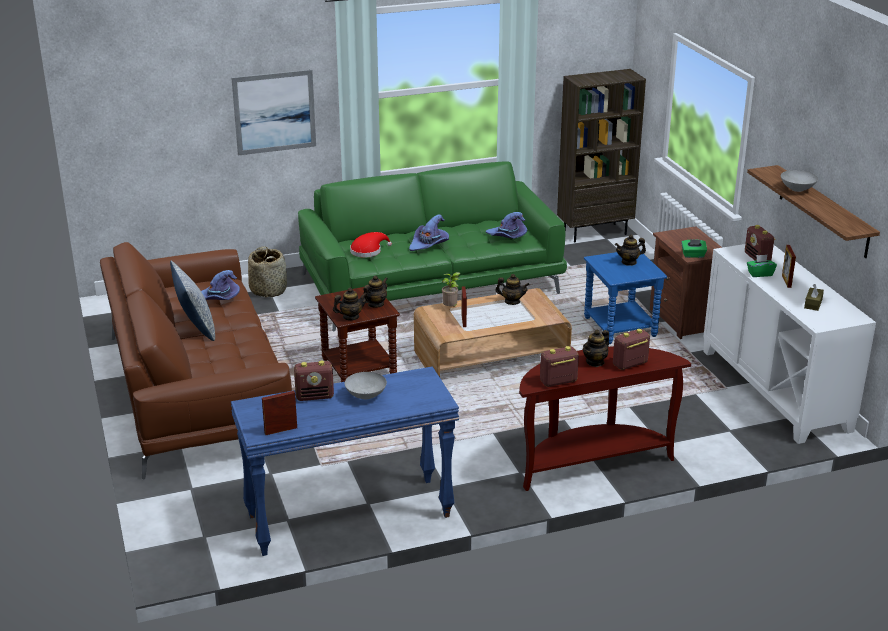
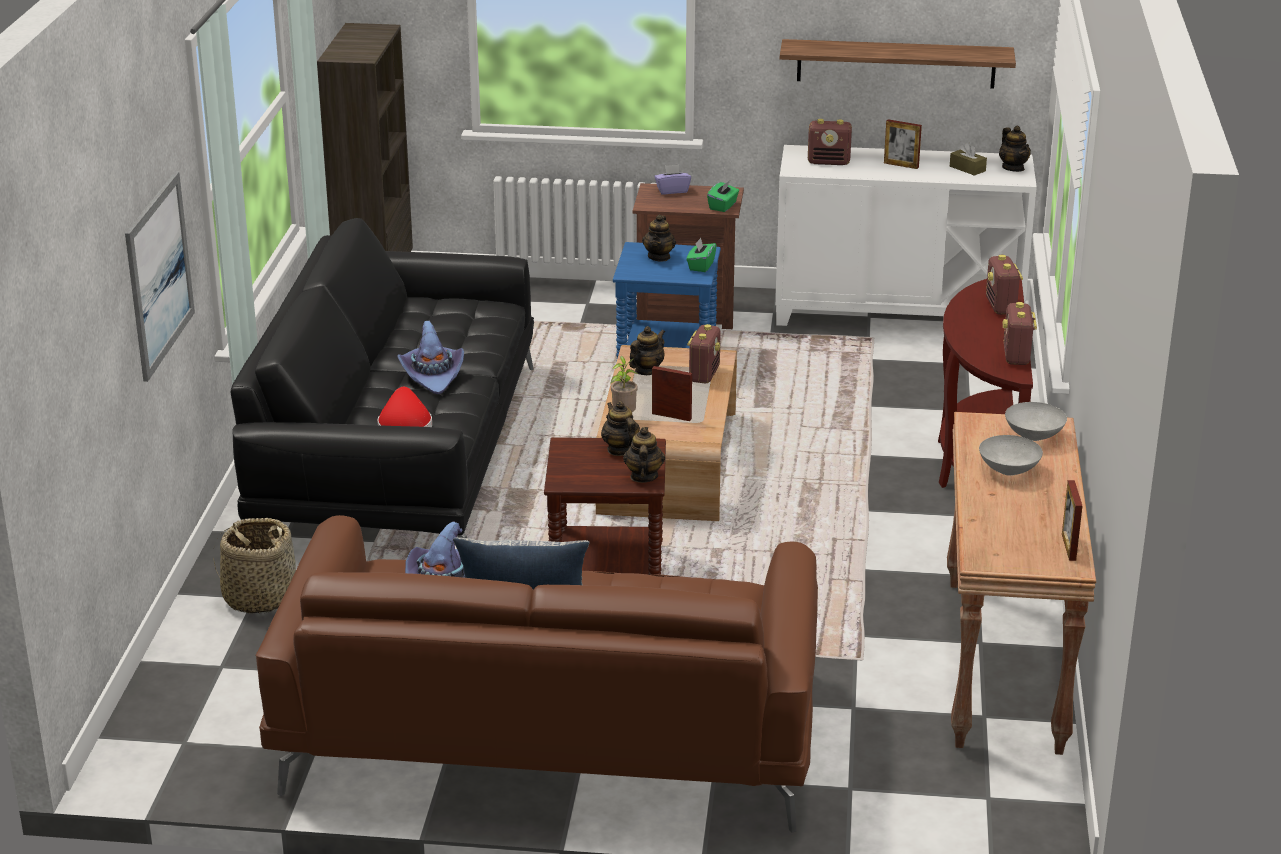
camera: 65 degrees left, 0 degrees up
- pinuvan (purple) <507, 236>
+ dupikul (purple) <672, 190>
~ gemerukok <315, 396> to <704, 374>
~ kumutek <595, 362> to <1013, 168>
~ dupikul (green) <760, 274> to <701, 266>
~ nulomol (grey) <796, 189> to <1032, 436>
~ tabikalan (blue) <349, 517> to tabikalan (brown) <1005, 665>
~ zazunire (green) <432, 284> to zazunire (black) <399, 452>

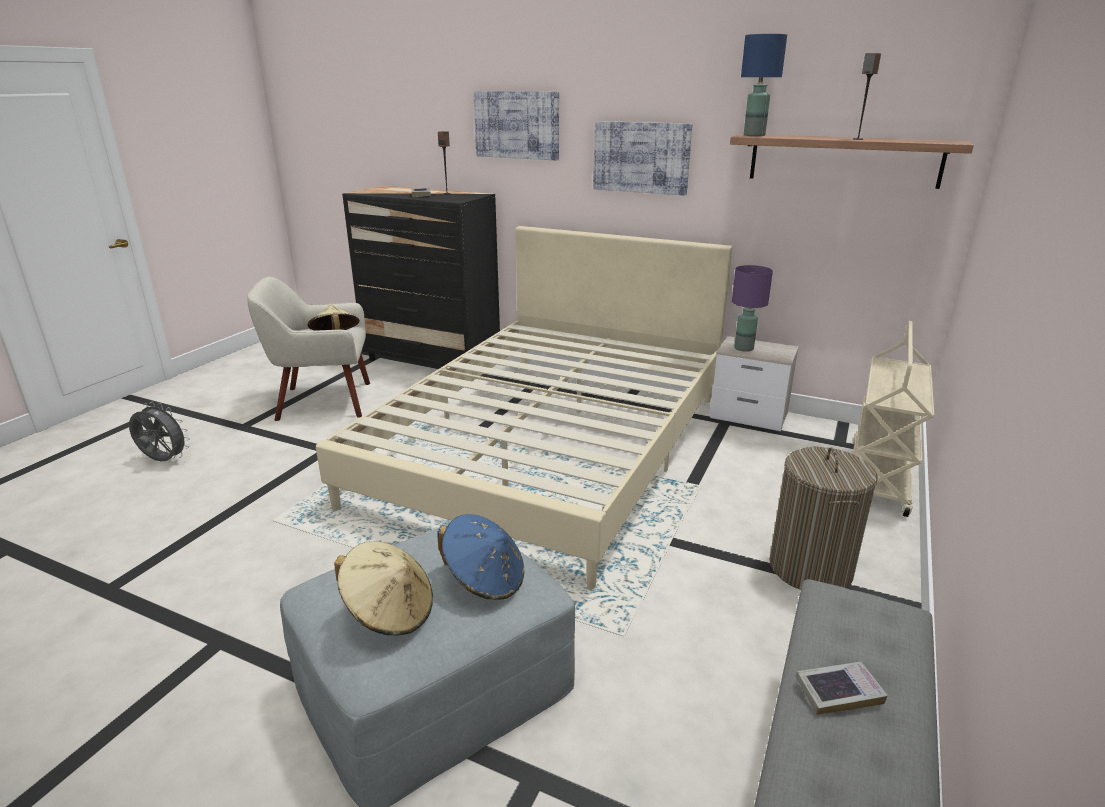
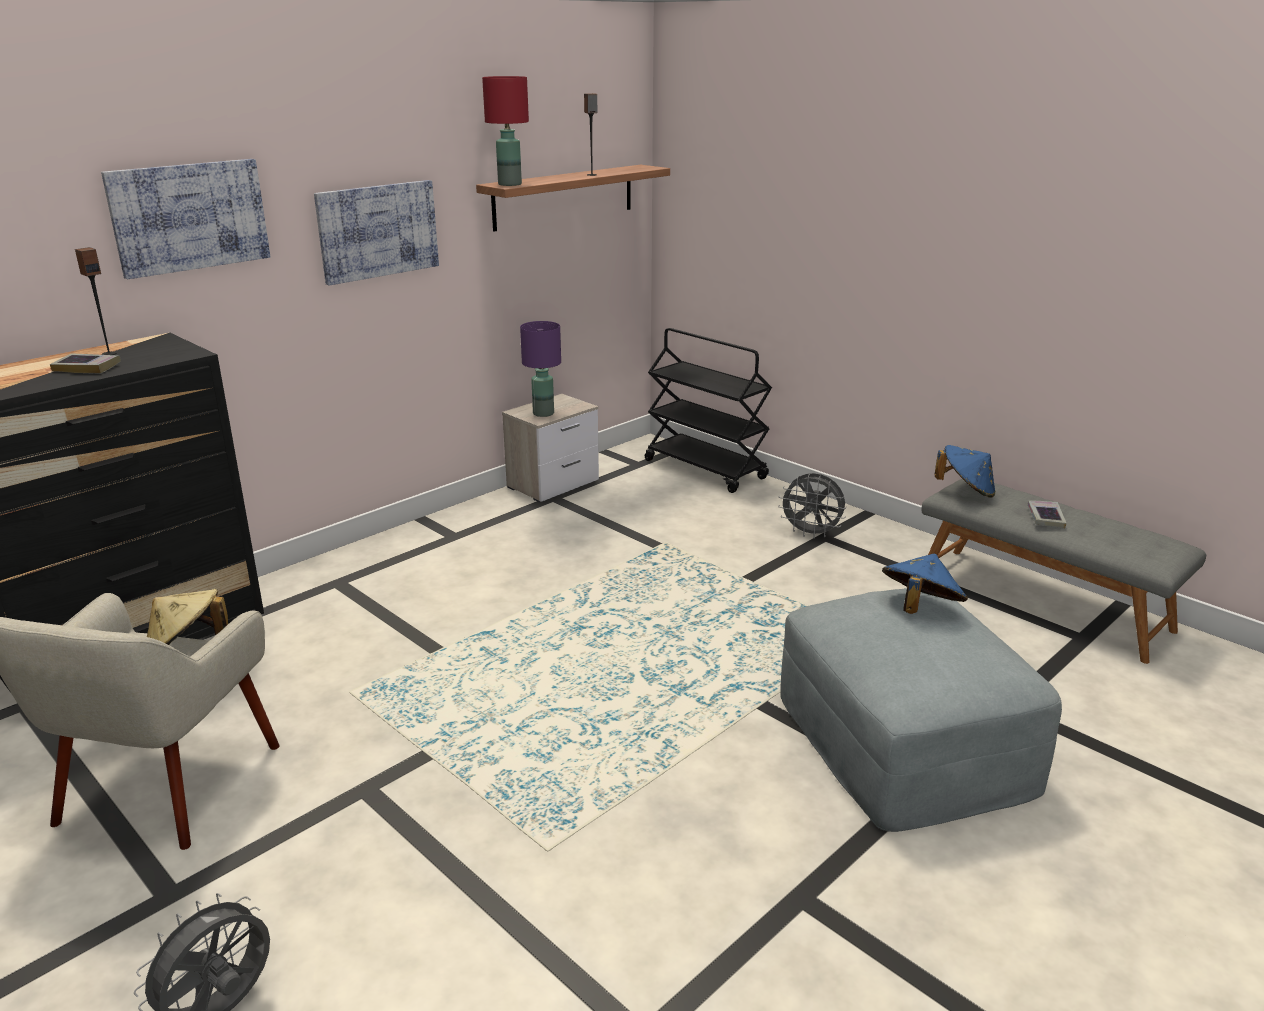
camera: 70 degrees left, 0 degrees up
- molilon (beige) <550, 447>
- pinuvan (beige) <389, 612>
+ pinuvan (blue) <966, 490>
~ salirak <810, 568> to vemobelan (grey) <811, 533>
~ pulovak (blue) <755, 135> to pulovak (red) <510, 184>
~ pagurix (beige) <878, 479> to pagurix (black) <706, 469>

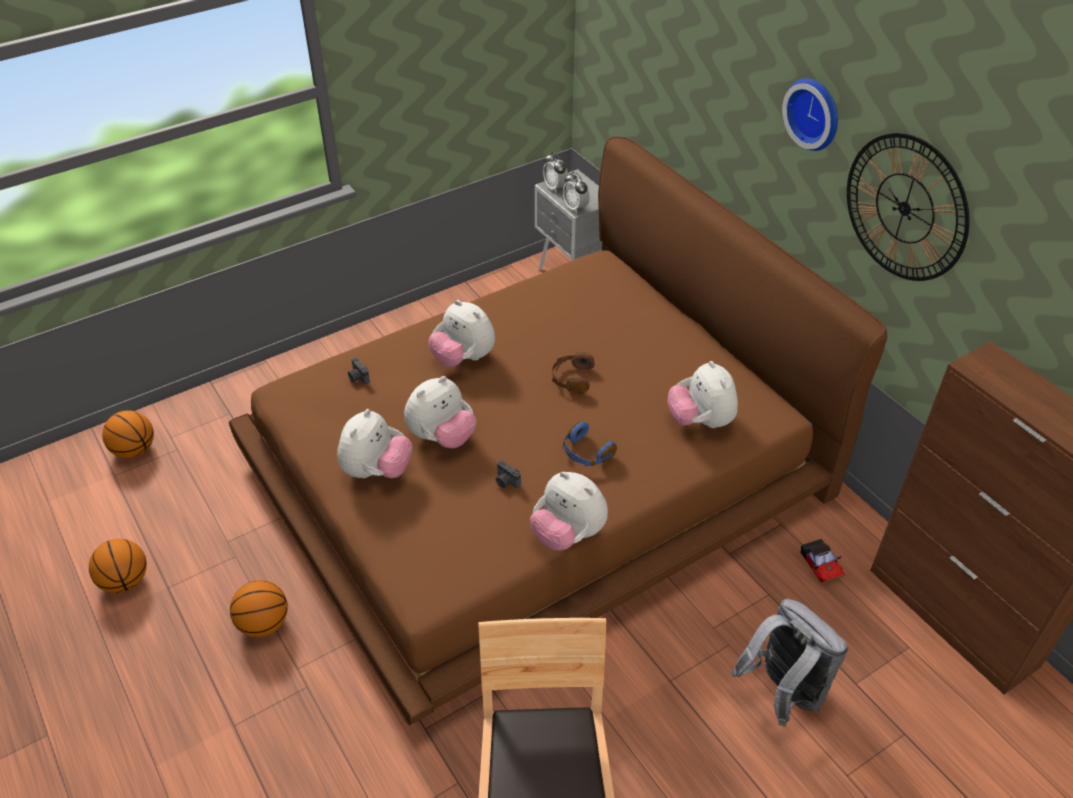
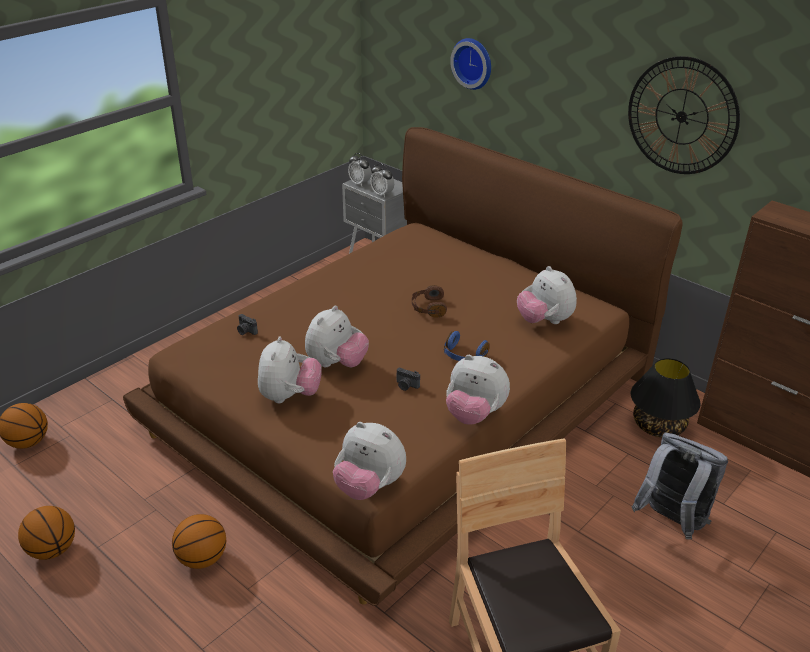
camera: 15 degrees left, 10 degrees down
~ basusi <463, 358> to <369, 486>
~ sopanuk <815, 113> to <473, 63>
~ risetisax <821, 564> to pulovak (black) <658, 425>

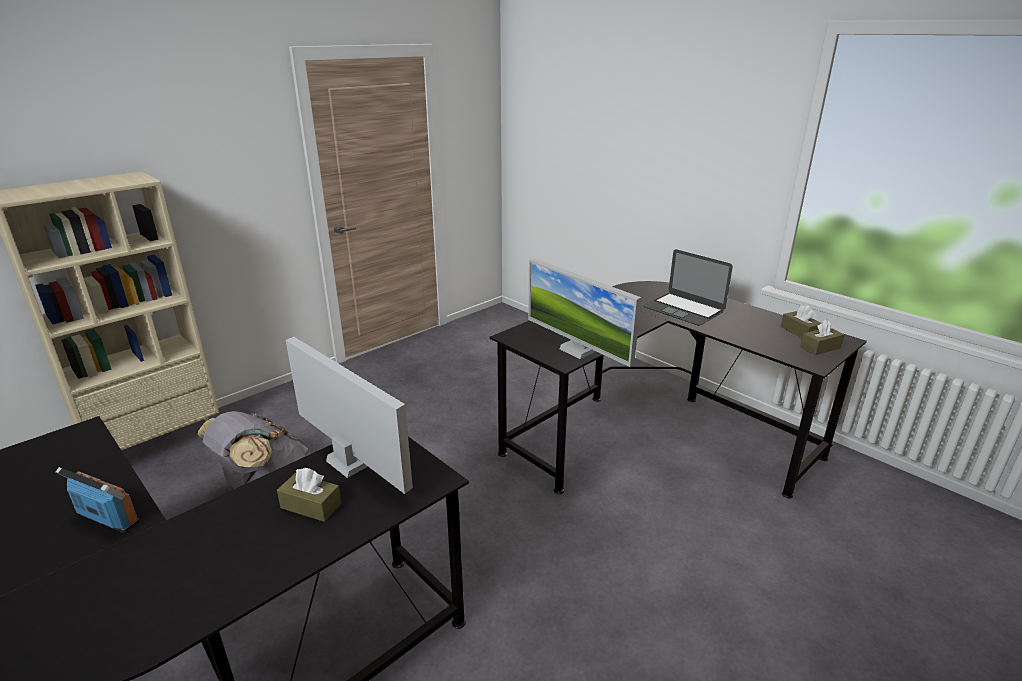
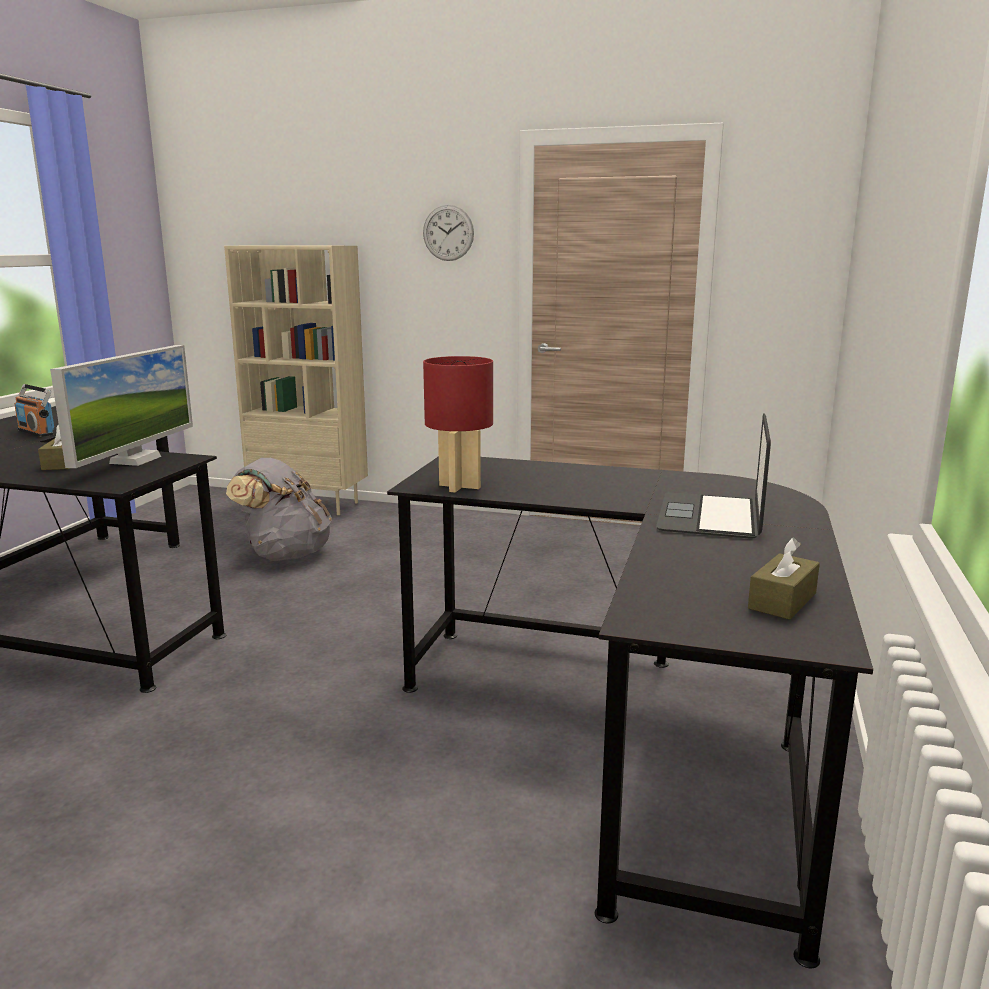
camera: 60 degrees right, 10 degrees down
- dupikul (brown) <820, 348>
+ sopanuk <448, 233>
~ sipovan <578, 350> to pulovak (red) <459, 486>
~ gemerukok <108, 519> = <36, 432> 135 degrees clockwise

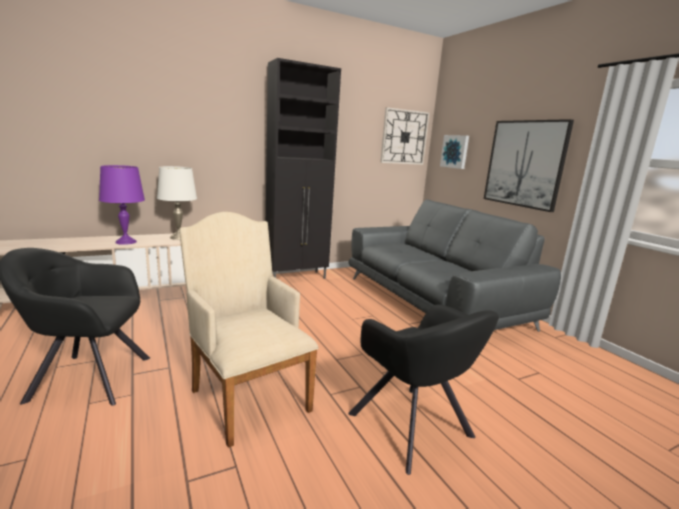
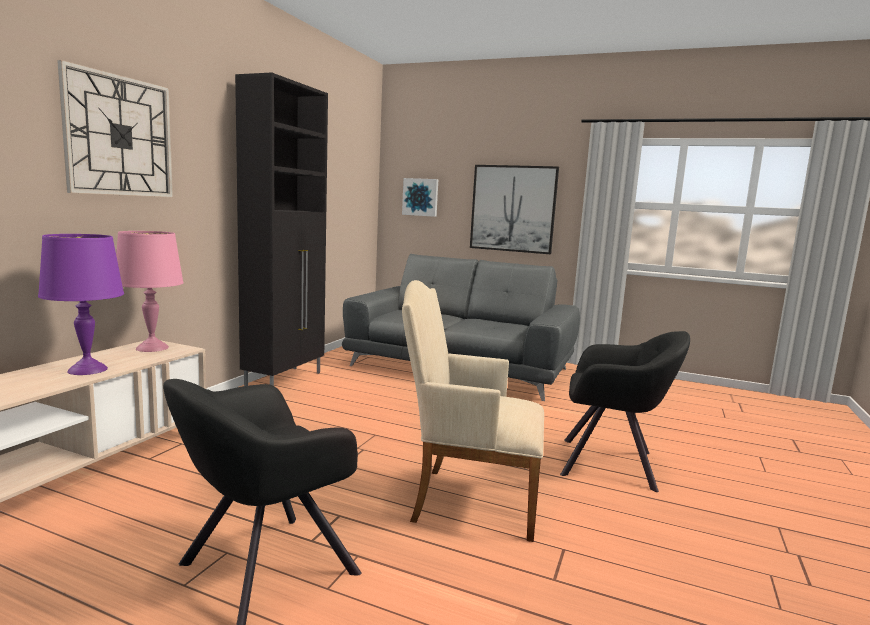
camera: 40 degrees left, 5 degrees down
~ sopanuk <404, 137> to <119, 136>
~ pulovak (white) <178, 237> to pulovak (pink) <151, 348>

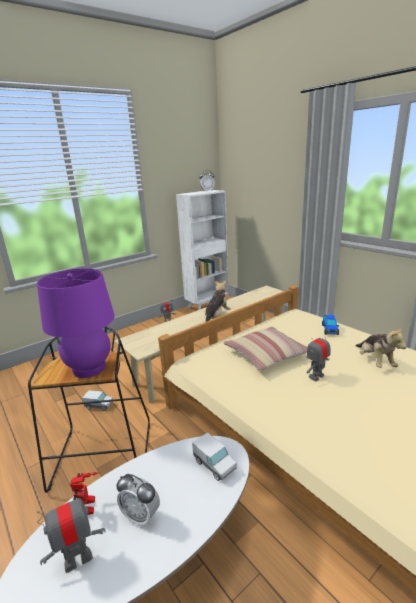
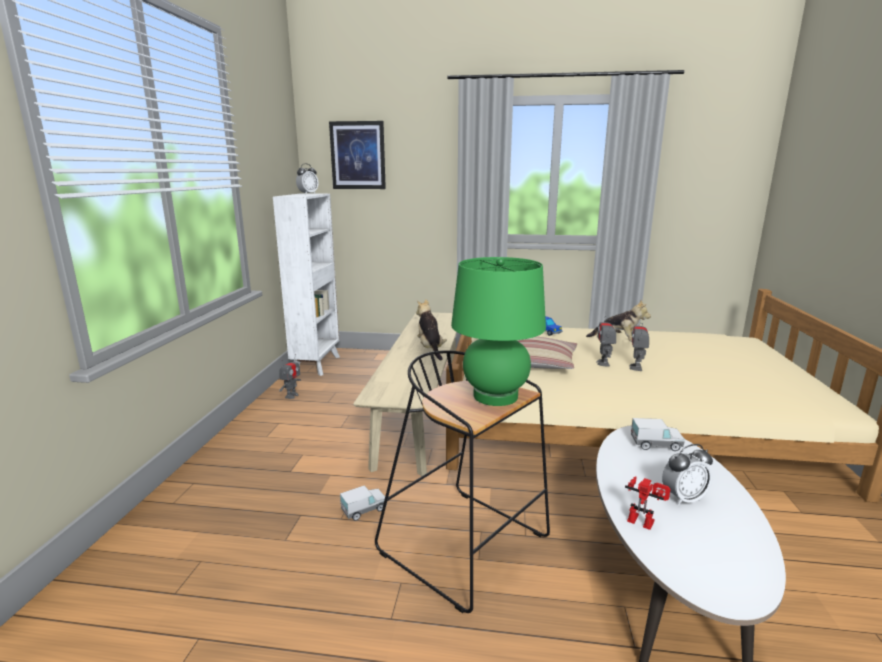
camera: 45 degrees left, 5 degrees down
+ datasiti <358, 155>
~ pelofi <78, 559> to <636, 367>
~ pulovak (purple) <89, 368> to pulovak (green) <495, 396>

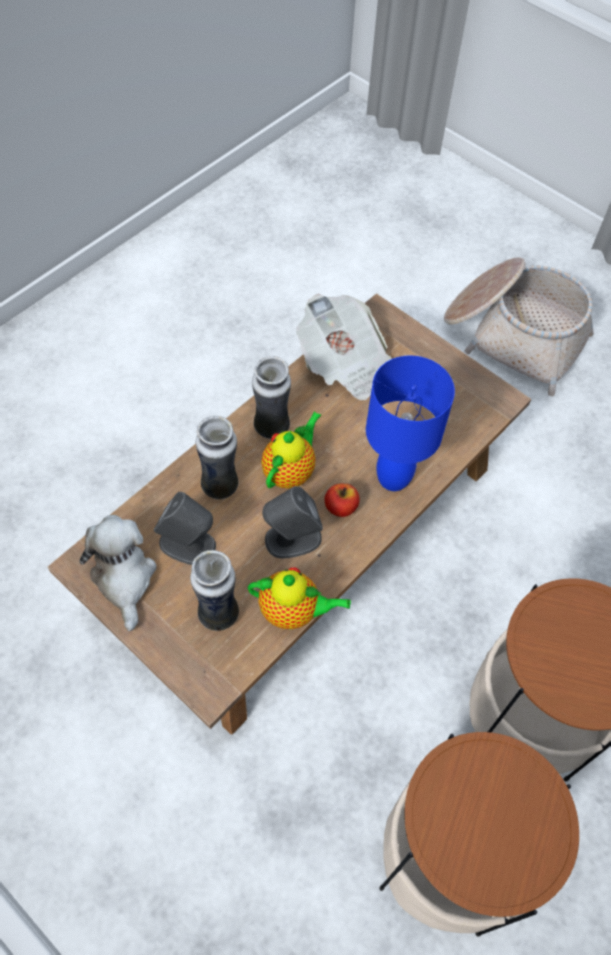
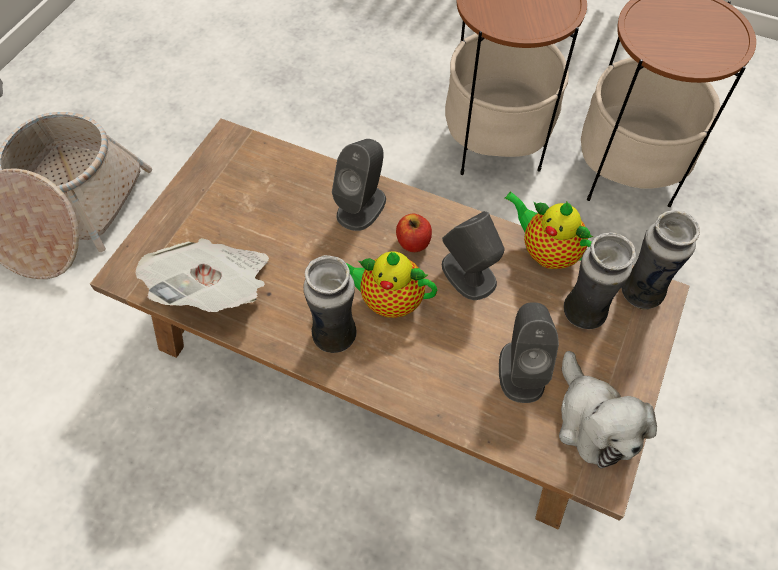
camera: 105 degrees left, 0 degrees up
~ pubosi <220, 486> to <639, 293>
~ pulovak (blue) <393, 479> to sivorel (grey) <361, 206>
~ basusi <123, 578> = <593, 421> 75 degrees counterclockwise
~ kumutek <293, 611> = <546, 251> 45 degrees counterclockwise

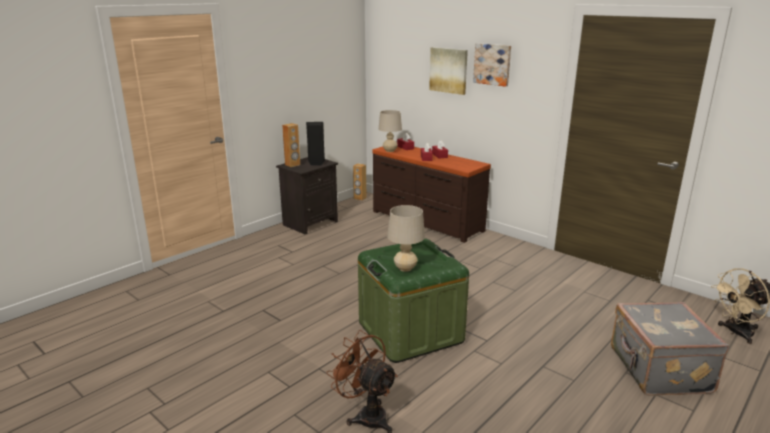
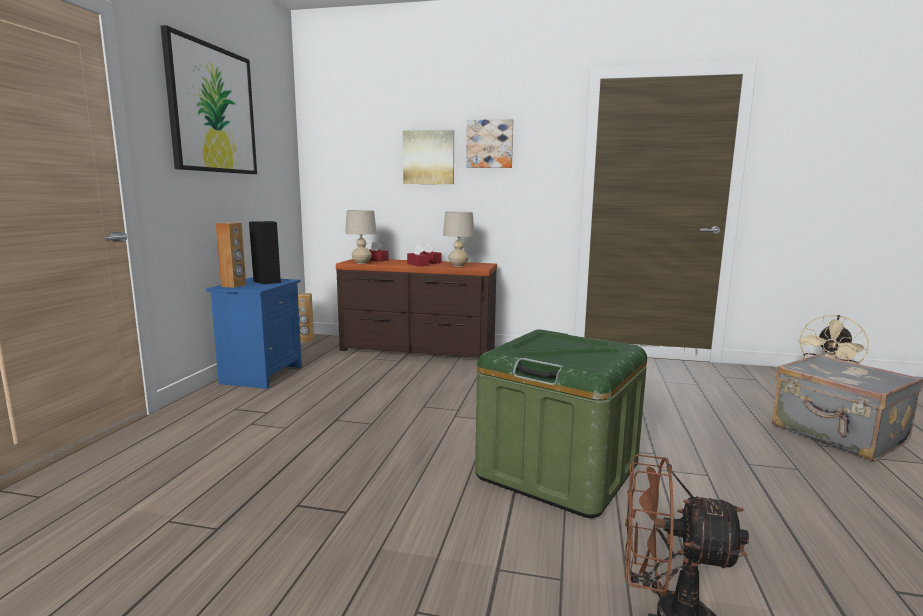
camera: 30 degrees left, 10 degrees down
+ datasiti <212, 109>
~ pulovak (beige) <405, 268> to <458, 265>
~ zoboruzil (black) <310, 223> to zoboruzil (blue) <261, 374>

